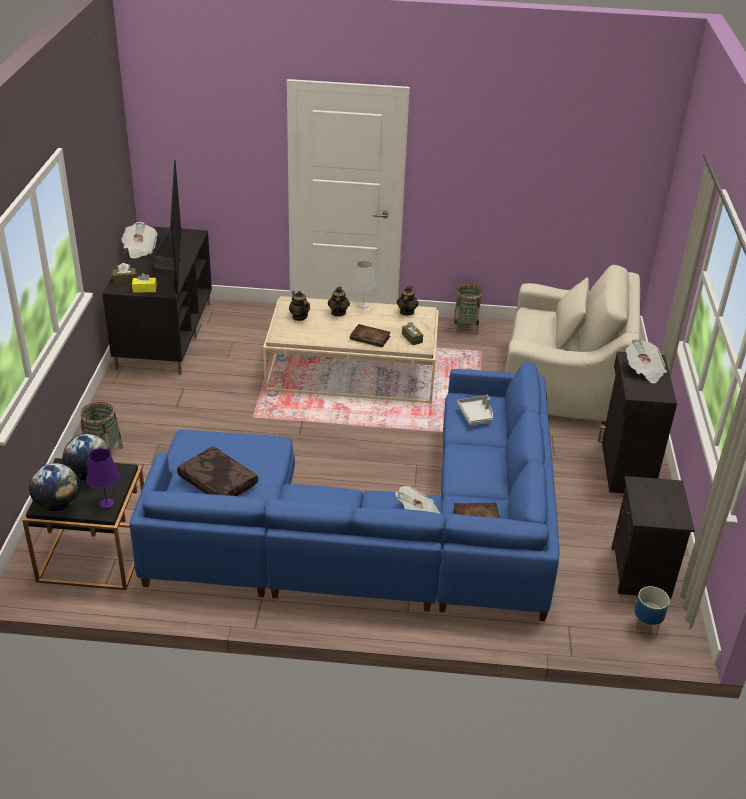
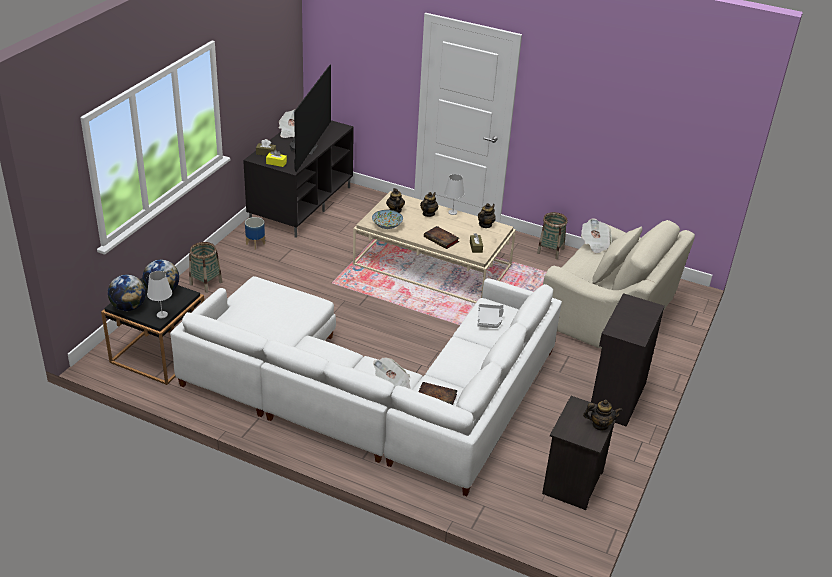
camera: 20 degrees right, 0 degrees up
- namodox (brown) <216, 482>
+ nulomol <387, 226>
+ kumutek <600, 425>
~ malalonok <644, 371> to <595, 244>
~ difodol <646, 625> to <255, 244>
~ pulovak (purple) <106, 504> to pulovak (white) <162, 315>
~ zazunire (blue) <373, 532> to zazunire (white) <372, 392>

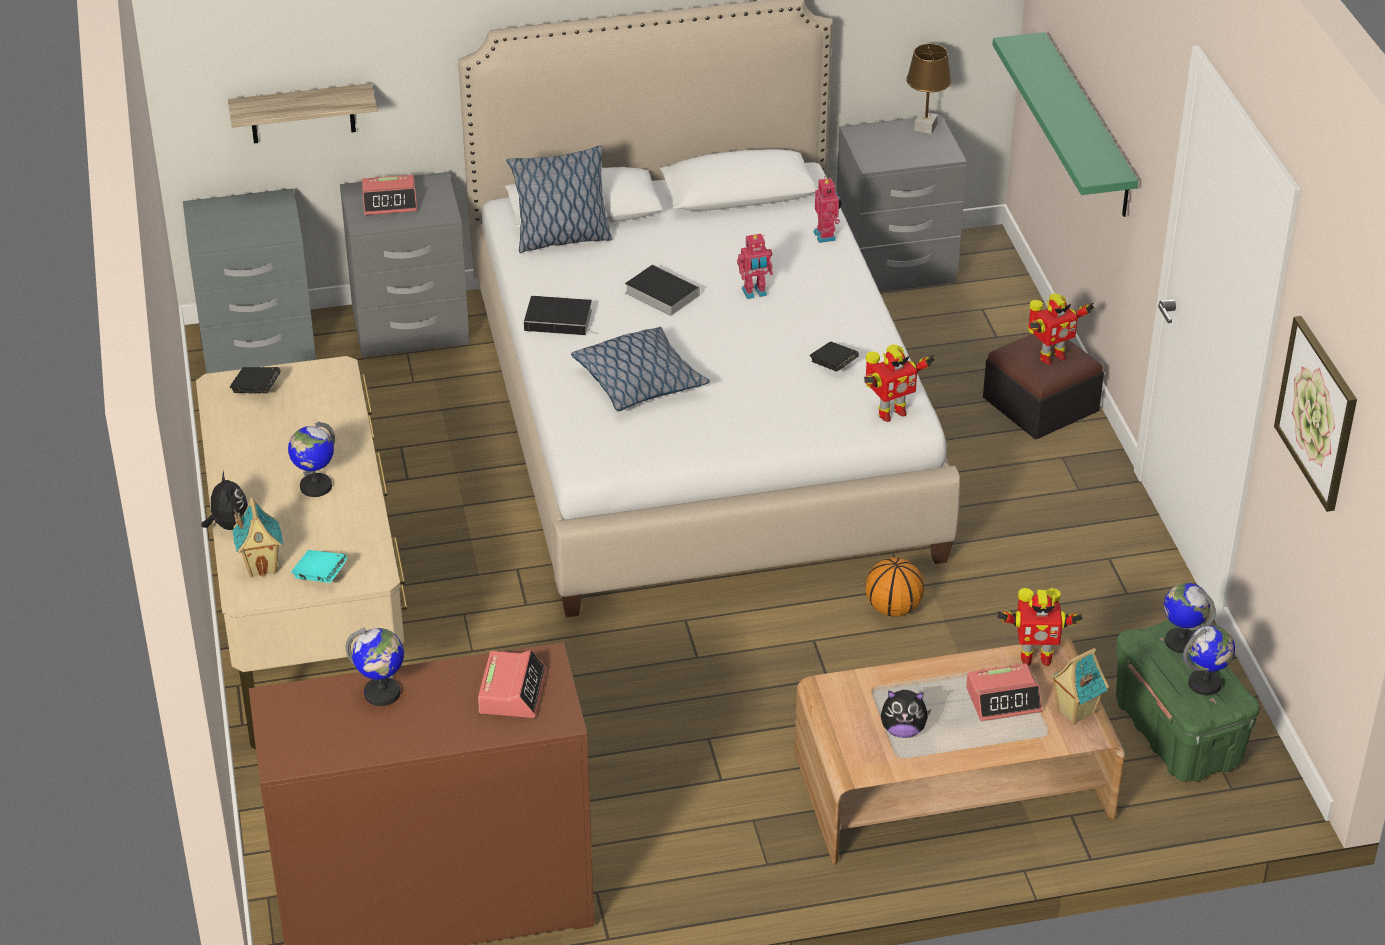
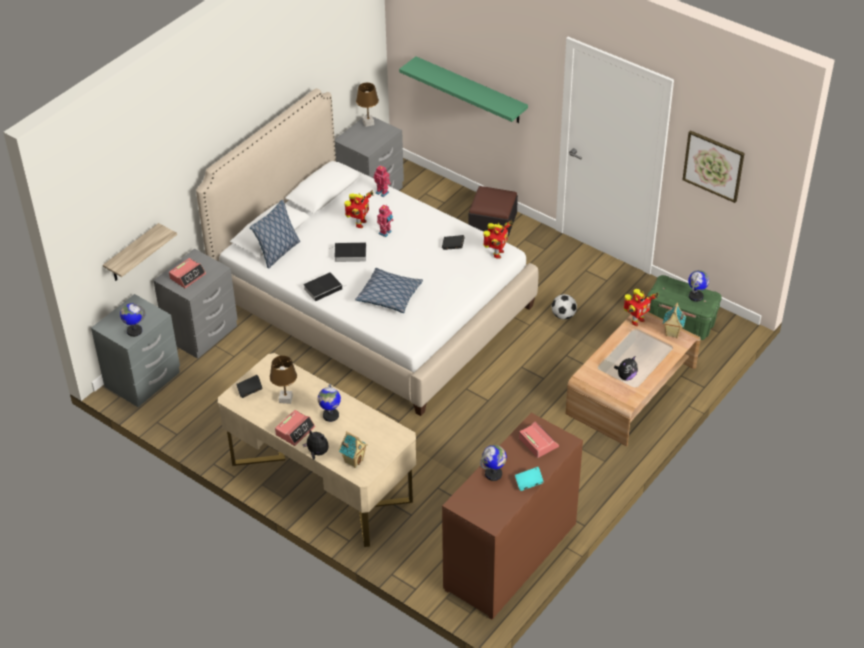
camera: 40 degrees left, 5 degrees up
- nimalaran <893, 609>
+ pulovak (brown) <285, 399>
+ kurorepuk <563, 315>
~ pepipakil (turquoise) <320, 576> to <529, 483>
~ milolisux <1003, 699> to <295, 431>
~ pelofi <1050, 357> to <359, 223>
~ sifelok <1180, 642> to <134, 331>

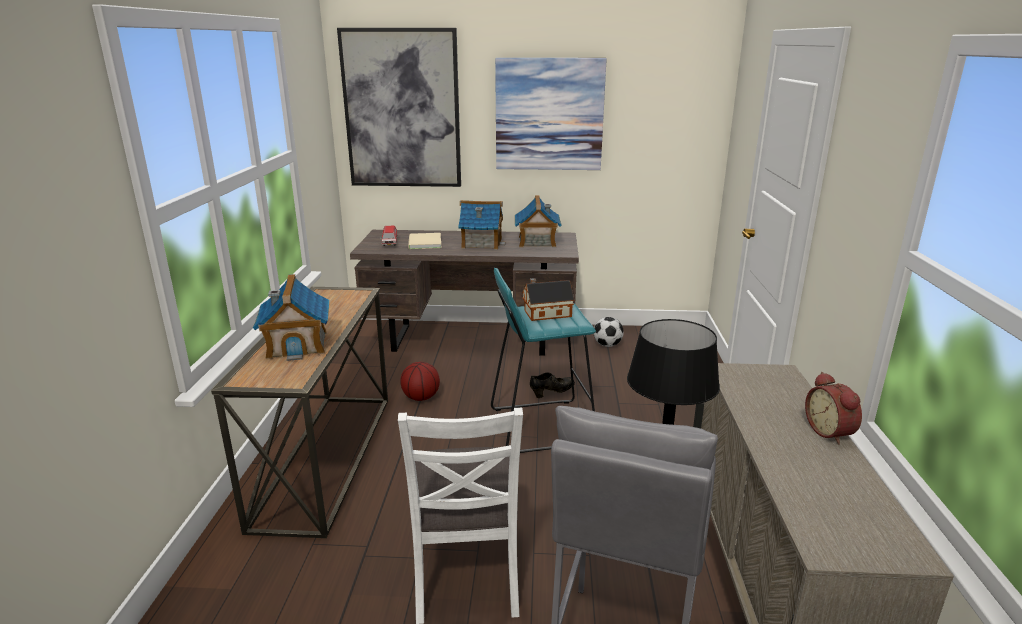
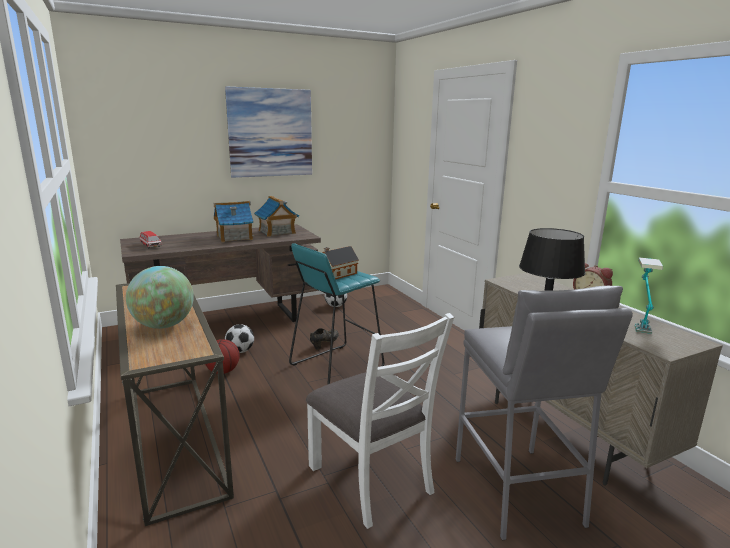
camera: 30 degrees left, 5 degrees down
- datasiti <402, 109>
- pepipakil (beige) <423, 243>
+ kurorepuk <240, 351>
+ pulovak <640, 321>
~ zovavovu <297, 344> to sifelok <163, 325>

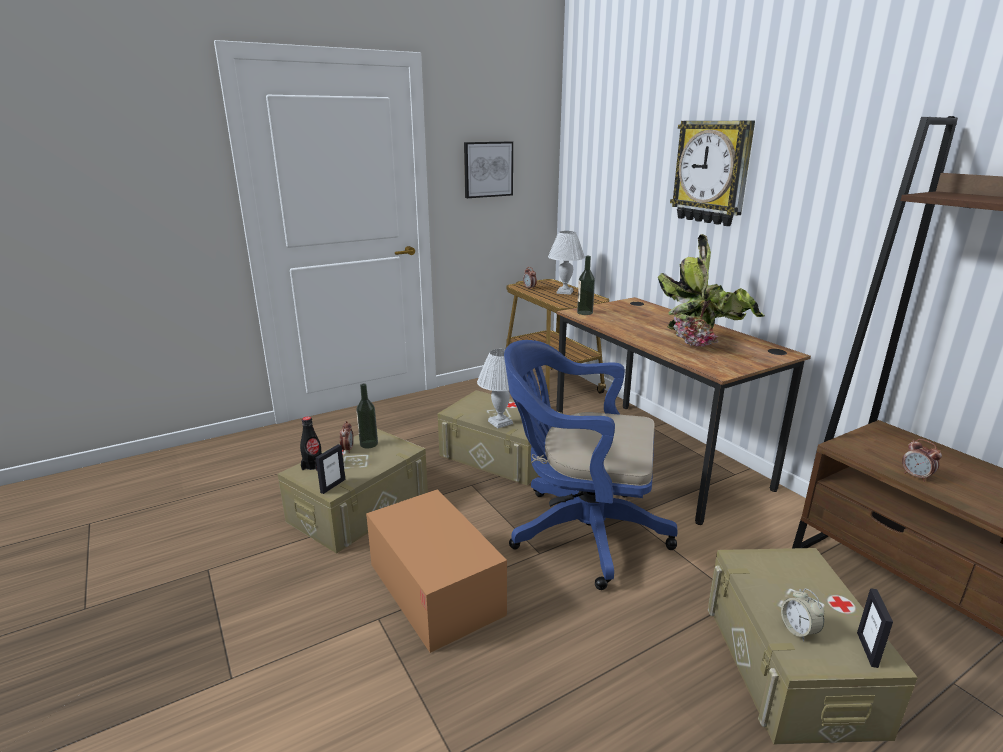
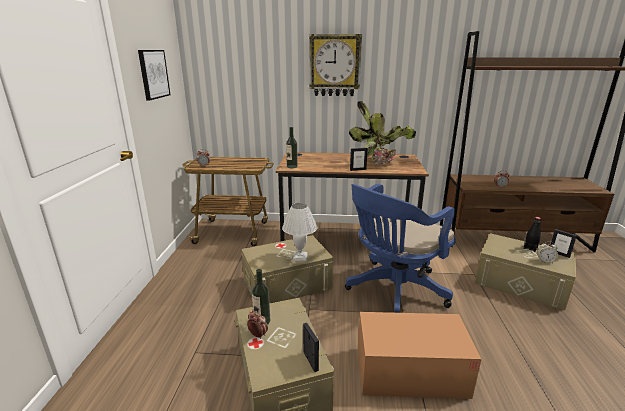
camera: 55 degrees left, 0 degrees up
- pulovak (white) <565, 292>
+ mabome <358, 170>
~ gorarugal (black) <313, 466> to <530, 248>

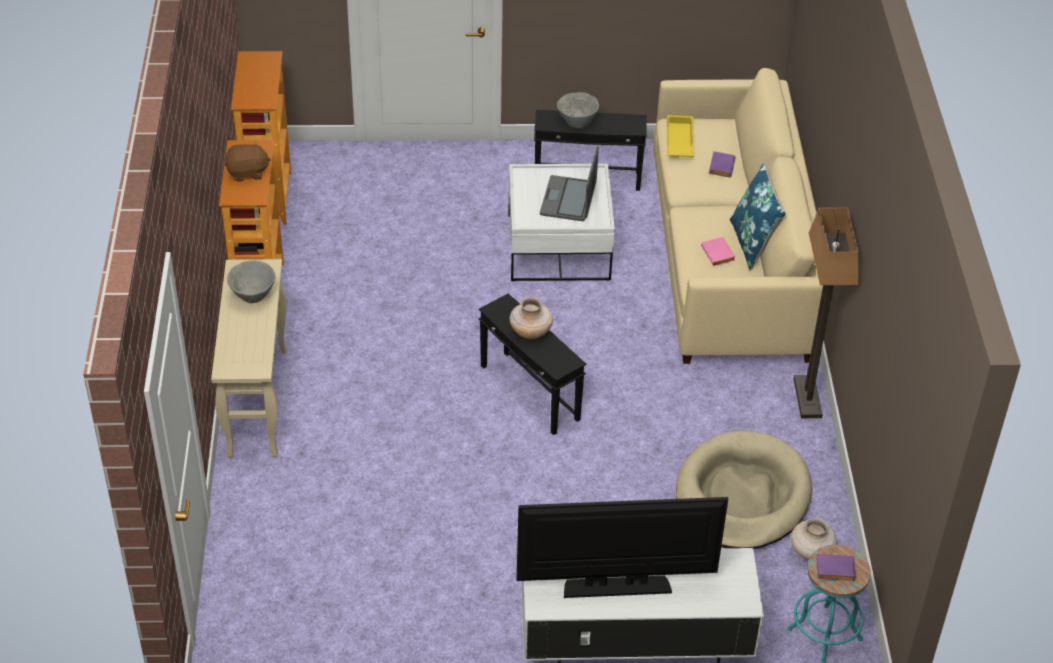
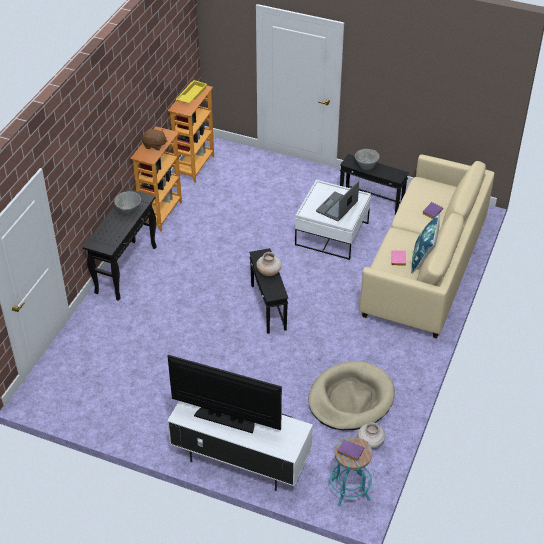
camera: 25 degrees right, 0 degrees up
- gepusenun <808, 398>
~ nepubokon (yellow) <678, 141> to <191, 95>
~ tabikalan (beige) <257, 401> to tabikalan (black) <126, 269>

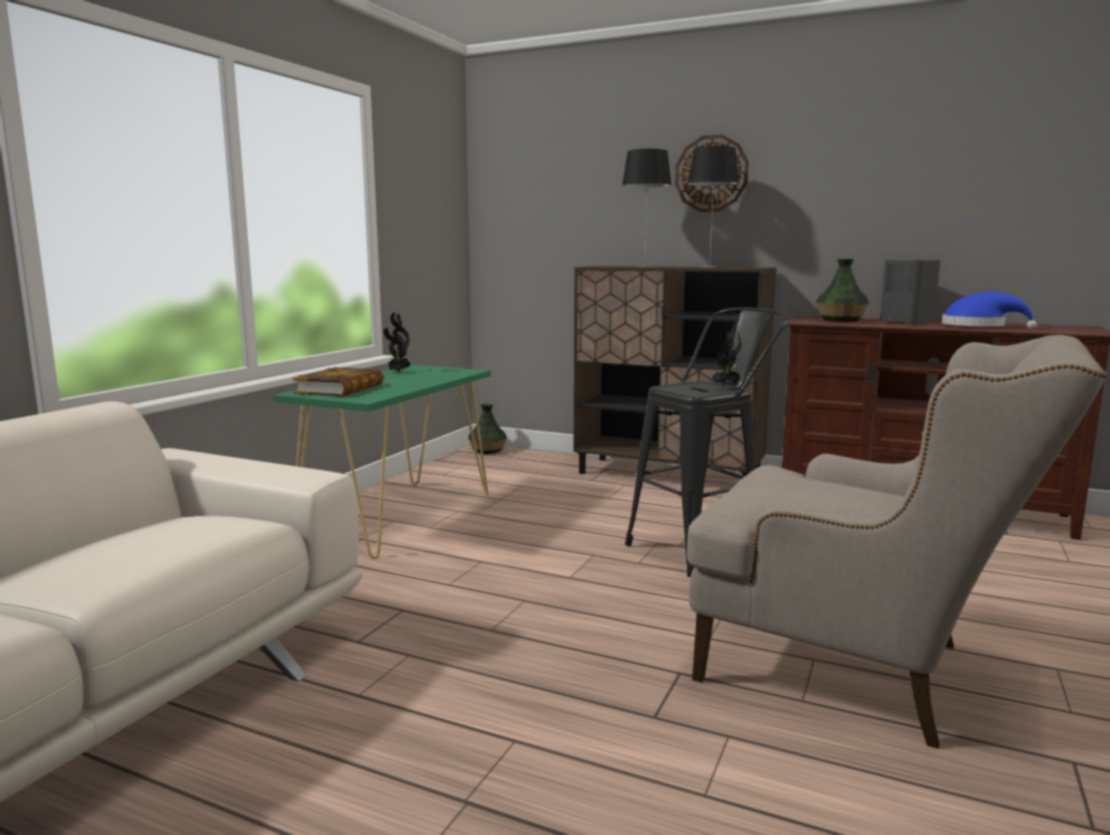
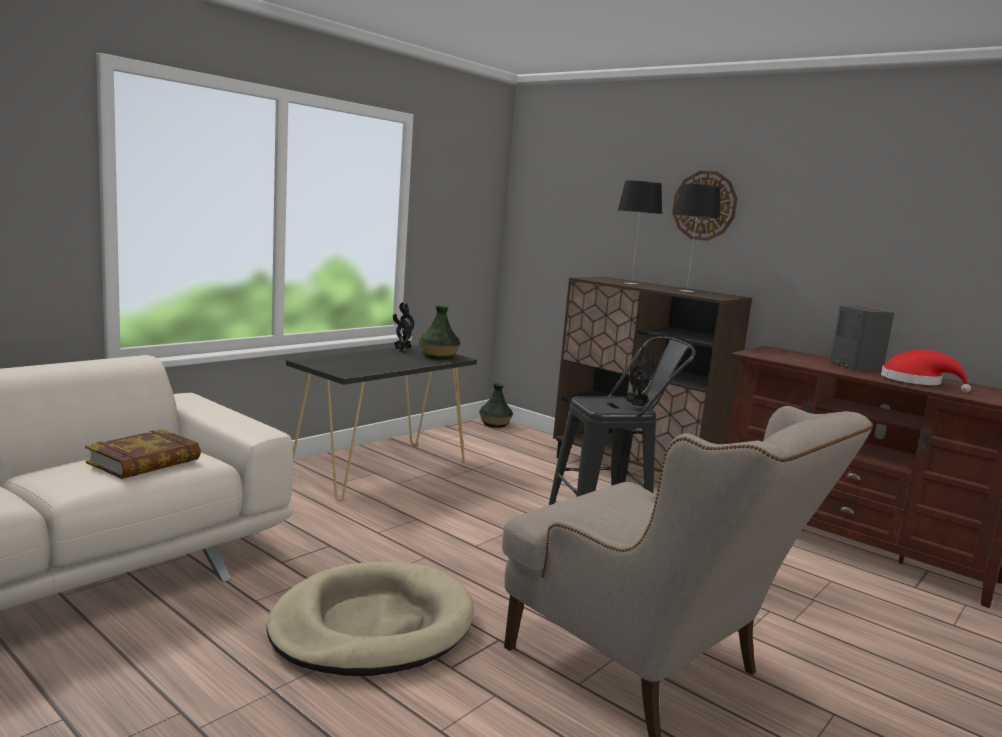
camera: 15 degrees right, 0 degrees up
+ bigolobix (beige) <372, 626>
~ pepipakil <340, 389> to <145, 461>
~ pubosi <840, 320> to <438, 356>
~ tabikalan (green) <398, 515> to tabikalan (black) <381, 469>
~ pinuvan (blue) <978, 326> to pinuvan (red) <916, 382>

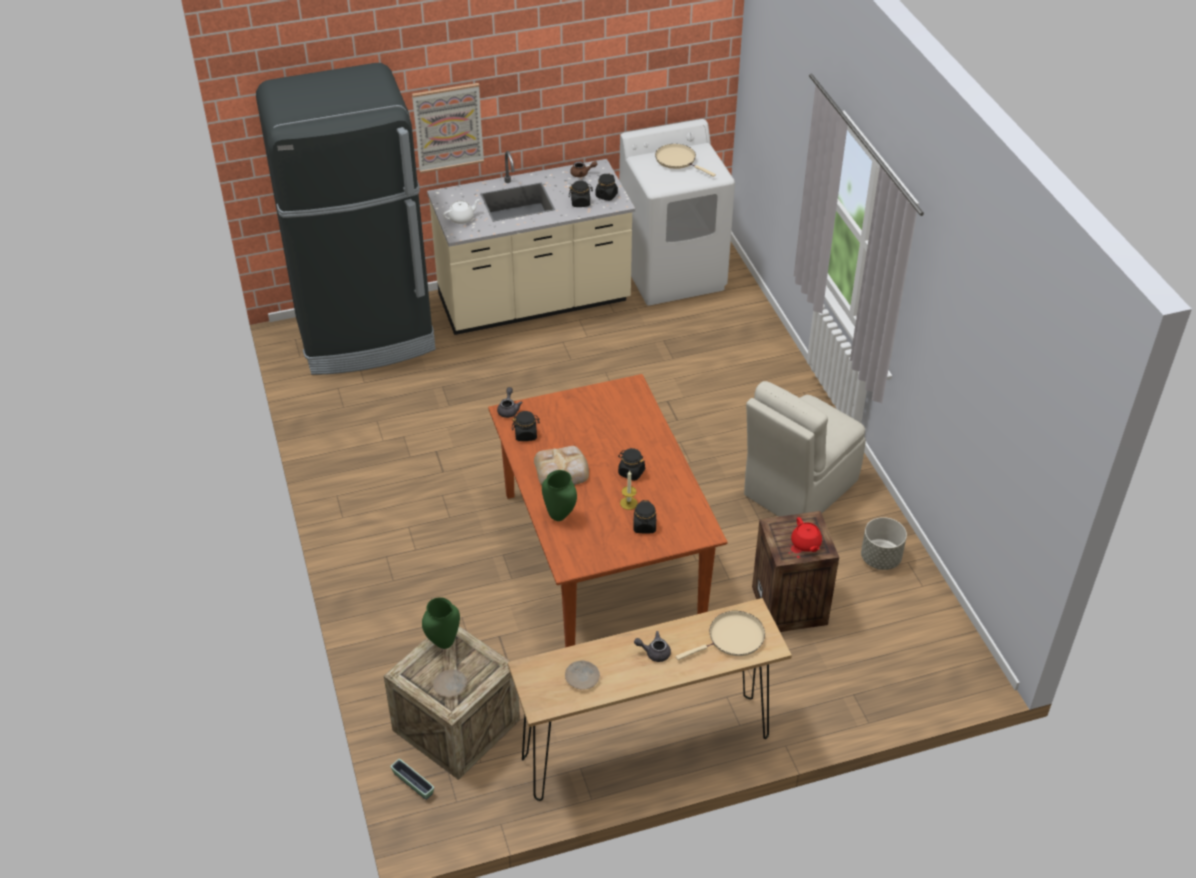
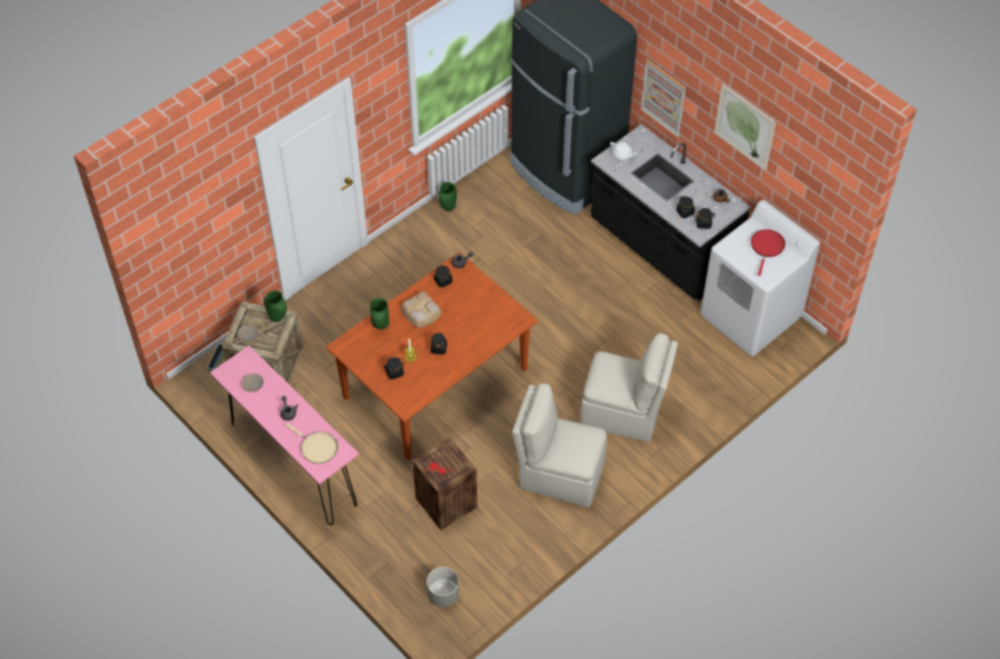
camera: 65 degrees right, 10 degrees up
- kumutek (red) <806, 544>
+ pubosi (green) <448, 208>
+ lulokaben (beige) <623, 413>
+ datasiti <744, 127>
~ difodol (grey) <880, 558> to <443, 595>
~ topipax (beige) <534, 301> to topipax (black) <661, 248>
~ tabikalan (brown) <646, 748> to tabikalan (pink) <293, 464>
~ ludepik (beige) <678, 160> to ludepik (red) <767, 247>

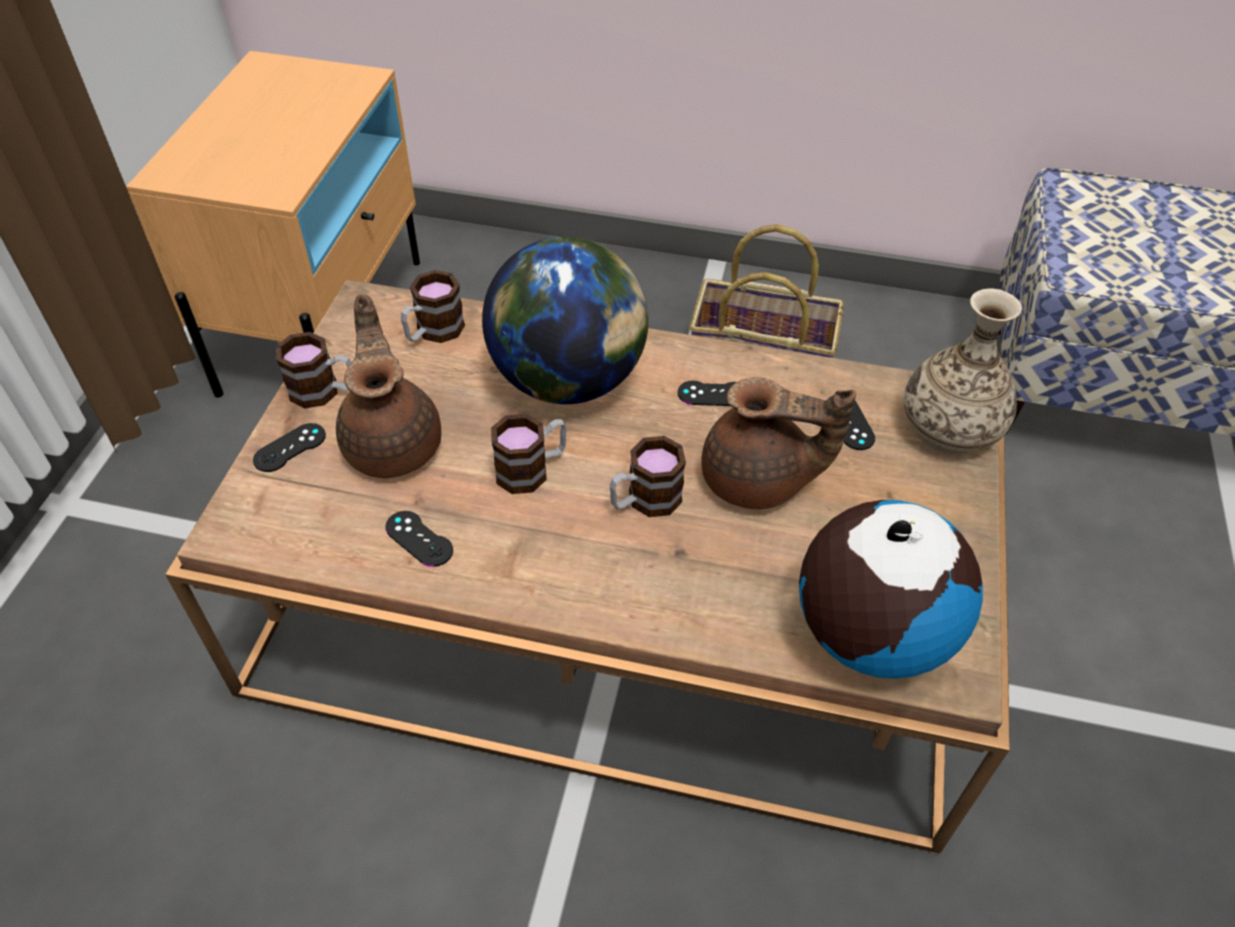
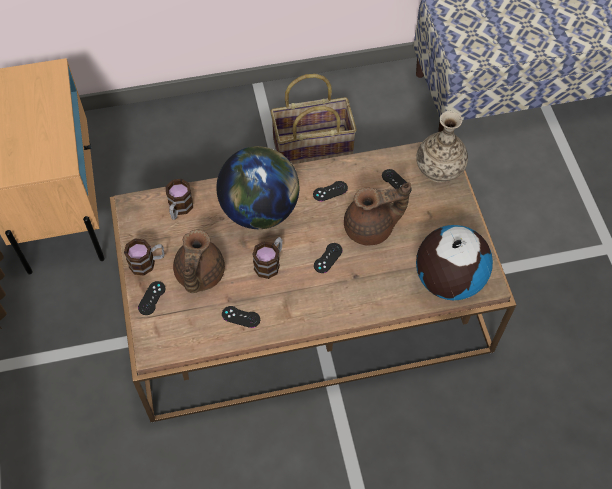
camera: 25 degrees left, 10 degrees up
~ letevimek <644, 501> to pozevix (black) <328, 258>
~ kumutek (brown) <394, 442> = <199, 275> 135 degrees counterclockwise

